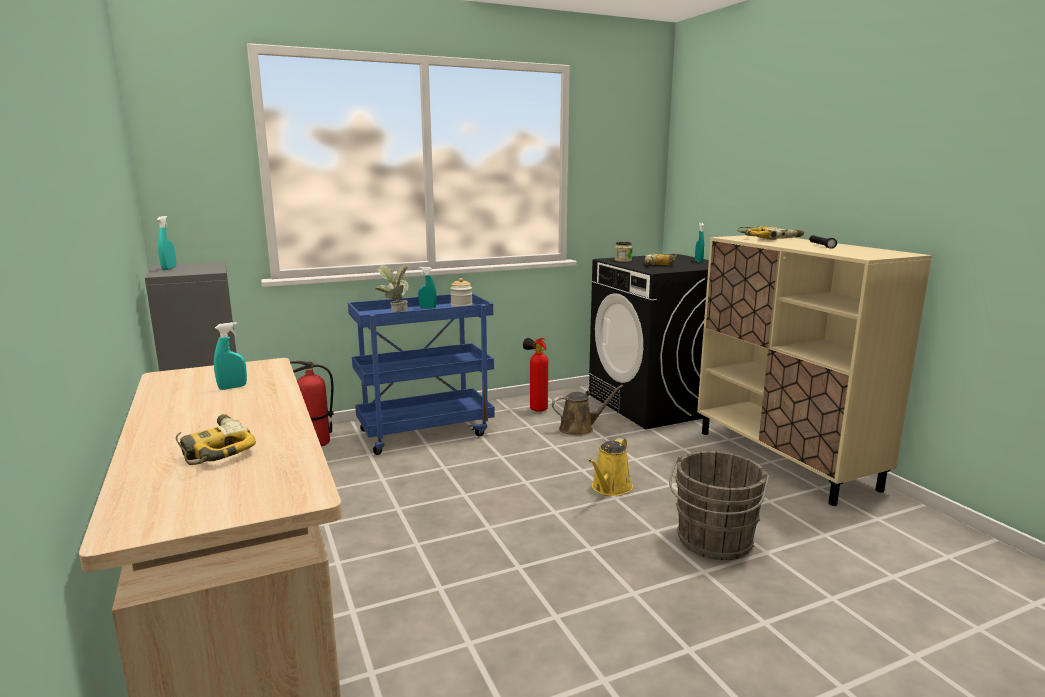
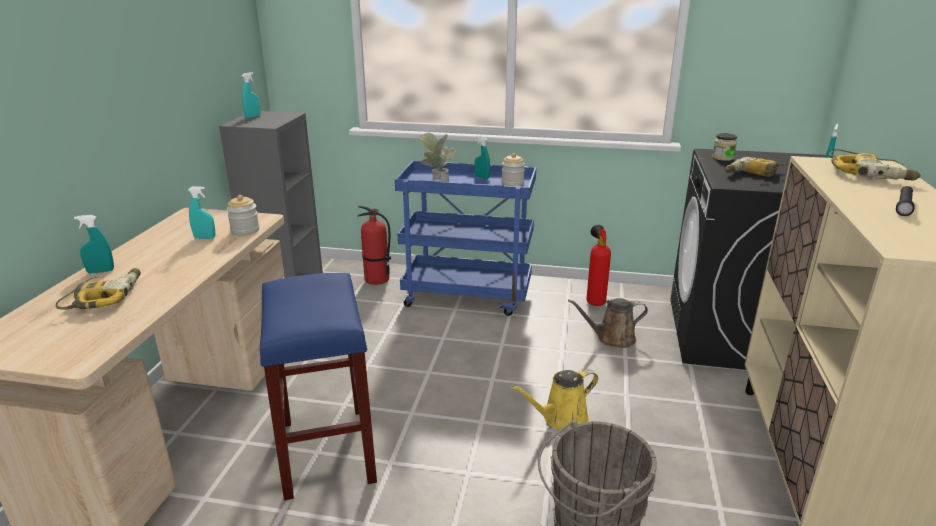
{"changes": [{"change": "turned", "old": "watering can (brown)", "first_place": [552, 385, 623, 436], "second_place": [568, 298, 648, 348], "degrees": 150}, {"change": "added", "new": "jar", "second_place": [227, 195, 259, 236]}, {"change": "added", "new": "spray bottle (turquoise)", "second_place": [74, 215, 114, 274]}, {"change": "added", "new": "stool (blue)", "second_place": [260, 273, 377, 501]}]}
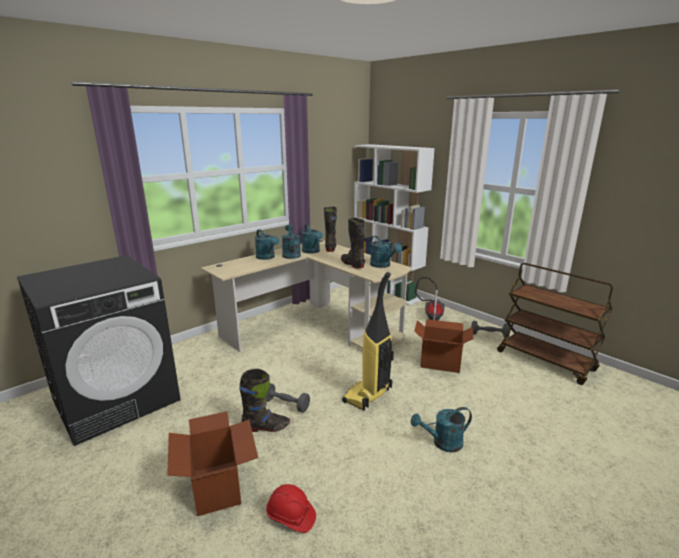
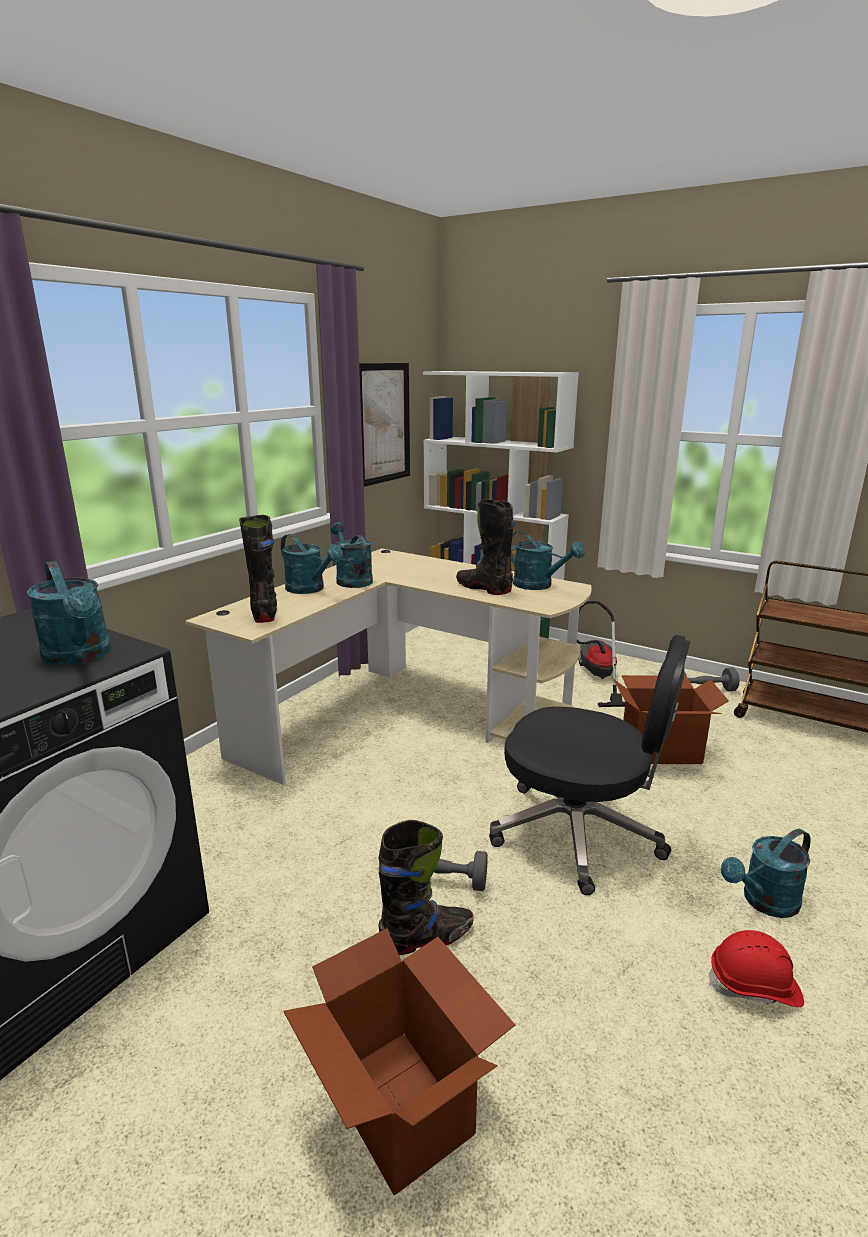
{"changes": [{"change": "moved", "old": "boot (black)", "first_place": [324, 207, 337, 252], "second_place": [239, 515, 277, 623]}, {"change": "moved", "old": "watering can (turquoise)", "first_place": [302, 224, 323, 253], "second_place": [27, 561, 111, 665]}, {"change": "replaced", "old": "vacuum cleaner", "new": "office chair (black)", "first_place": [342, 272, 394, 411], "second_place": [489, 635, 691, 895]}, {"change": "moved", "old": "hard hat (red)", "first_place": [266, 484, 316, 533], "second_place": [709, 930, 804, 1007]}, {"change": "added", "new": "picture", "second_place": [359, 363, 410, 487]}]}
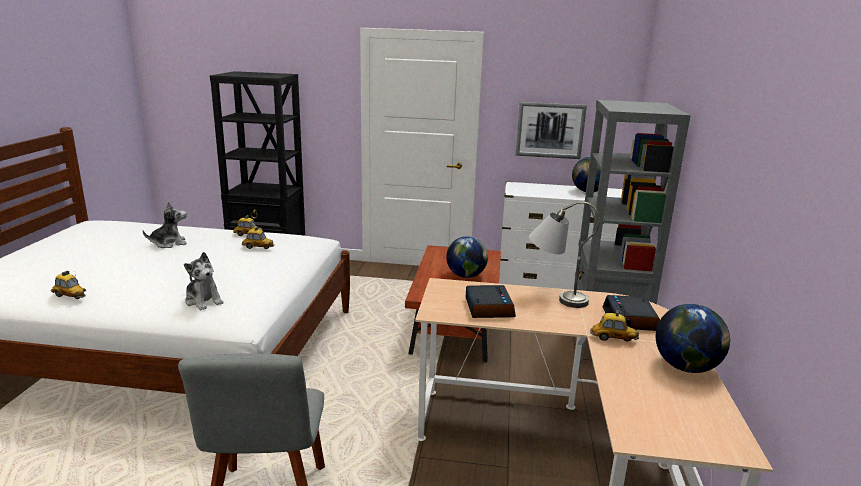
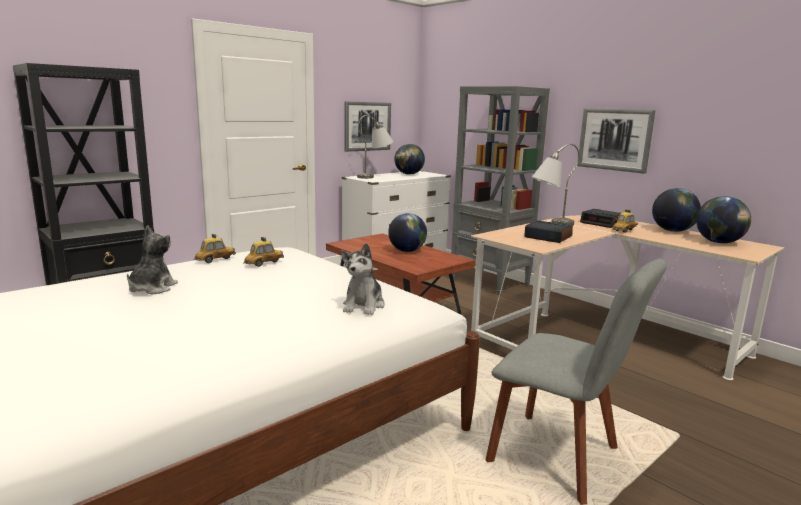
{"changes": [{"change": "turned", "old": "plush toy", "first_place": [184, 252, 223, 310], "second_place": [341, 243, 385, 315], "degrees": 105}, {"change": "removed", "old": "toy car", "first_place": [51, 271, 86, 299]}, {"change": "added", "new": "picture", "second_place": [577, 108, 655, 174]}, {"change": "added", "new": "table lamp (grey)", "second_place": [357, 115, 393, 179]}, {"change": "added", "new": "globe", "second_place": [696, 196, 751, 243]}]}
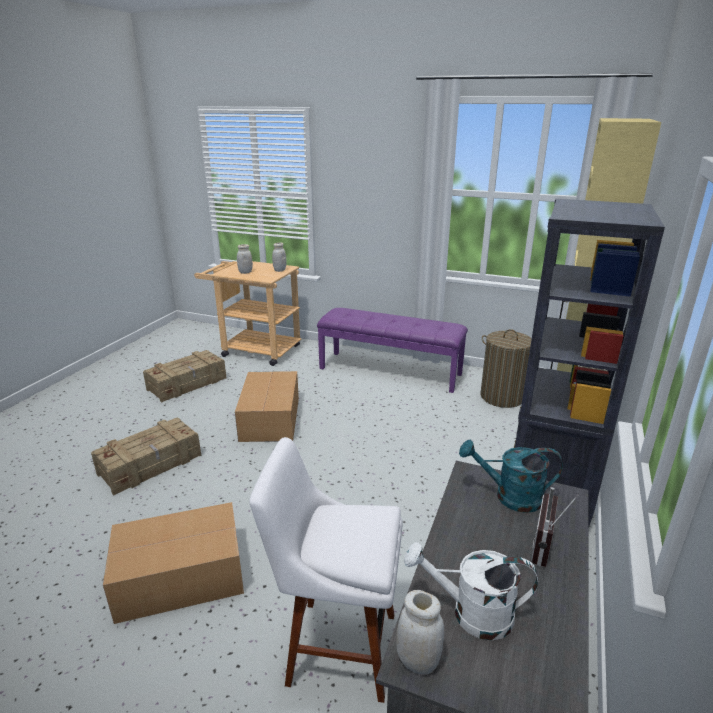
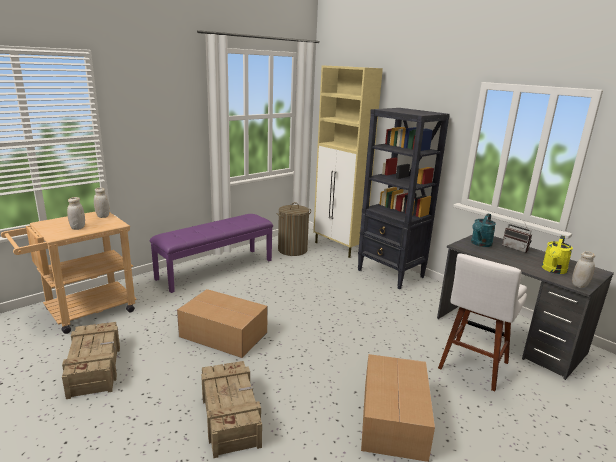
{"changes": [{"change": "recoloured", "old": "watering can (white)", "new": "watering can (yellow)", "first_place": [404, 542, 538, 641], "second_place": [542, 235, 573, 274]}]}
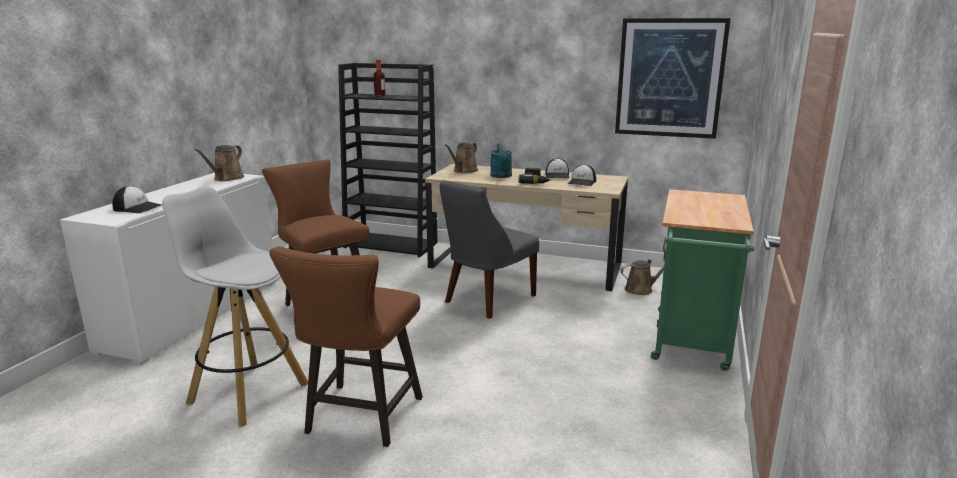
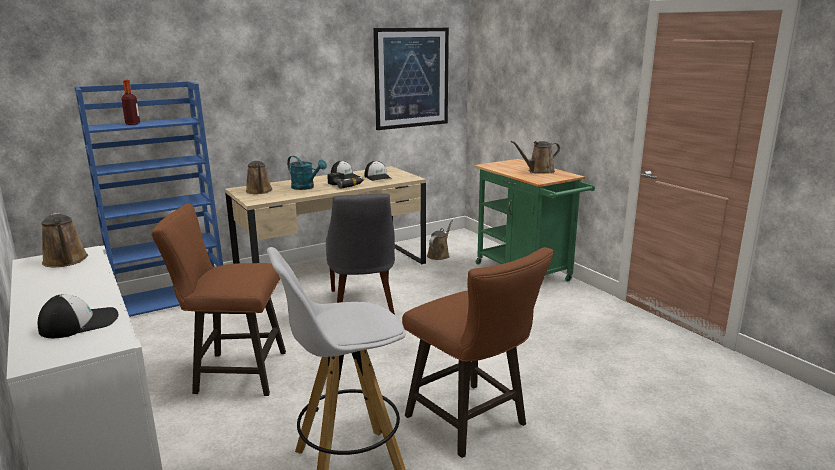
{"changes": [{"change": "recoloured", "old": "bookcase (black)", "new": "bookcase (blue)", "first_place": [338, 63, 437, 257], "second_place": [75, 81, 223, 317]}, {"change": "added", "new": "watering can (brown)", "second_place": [511, 141, 560, 174]}]}
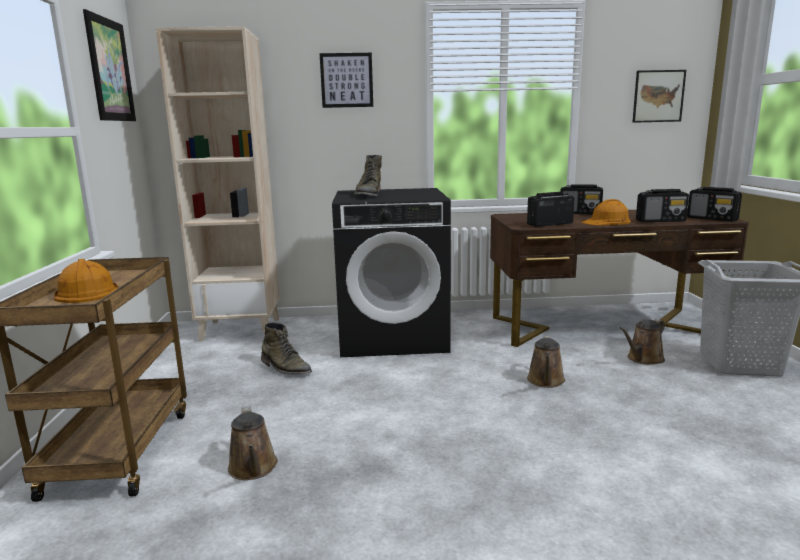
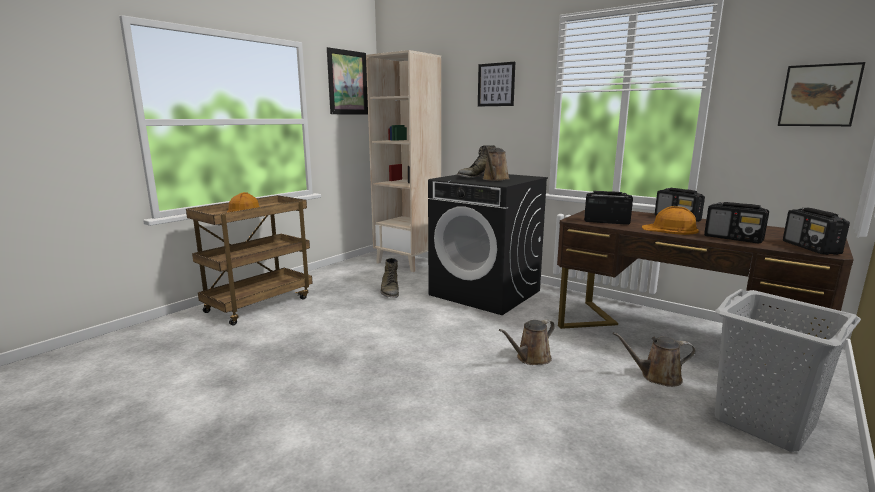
{"changes": [{"change": "moved", "old": "watering can (brown)", "first_place": [228, 406, 278, 480], "second_place": [483, 146, 510, 181]}]}
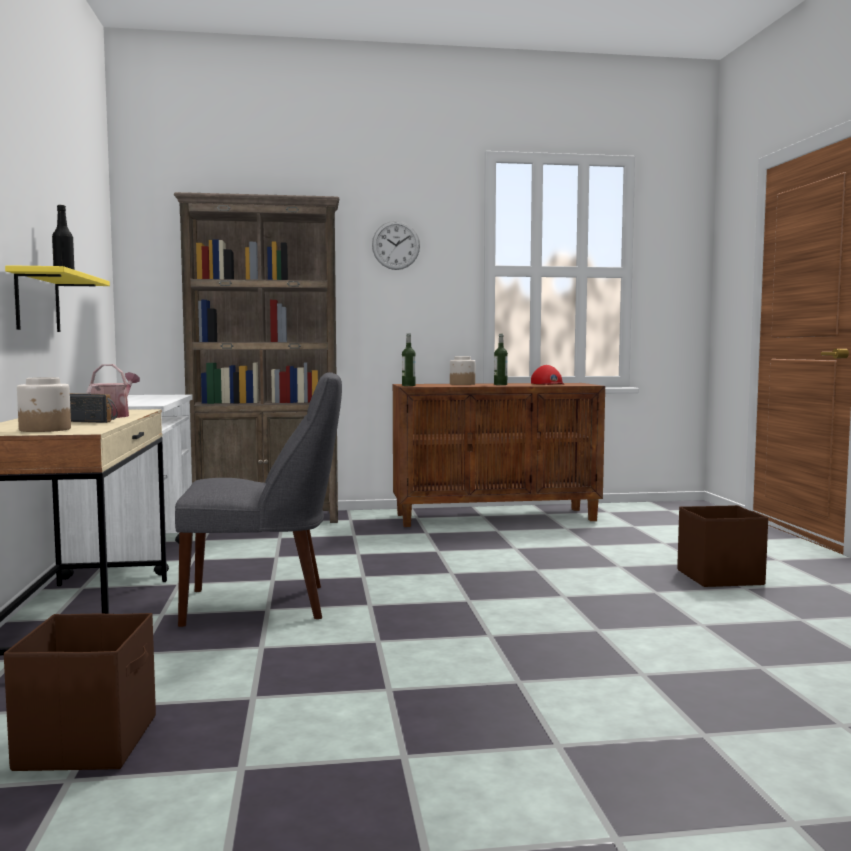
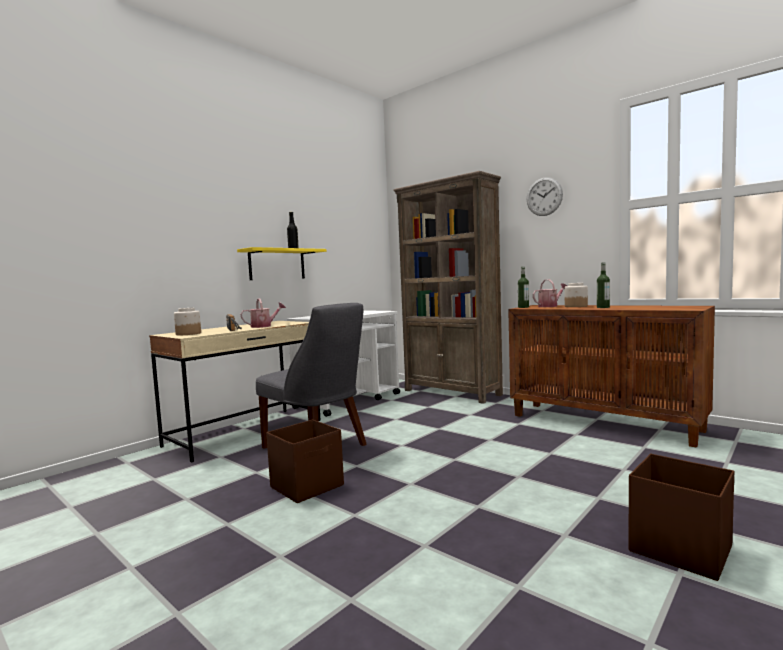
{"changes": [{"change": "removed", "old": "cap (red)", "first_place": [531, 365, 564, 385]}, {"change": "moved", "old": "storage box (brown)", "first_place": [4, 613, 156, 771], "second_place": [266, 420, 344, 503]}, {"change": "added", "new": "watering can", "second_place": [533, 279, 567, 307]}]}
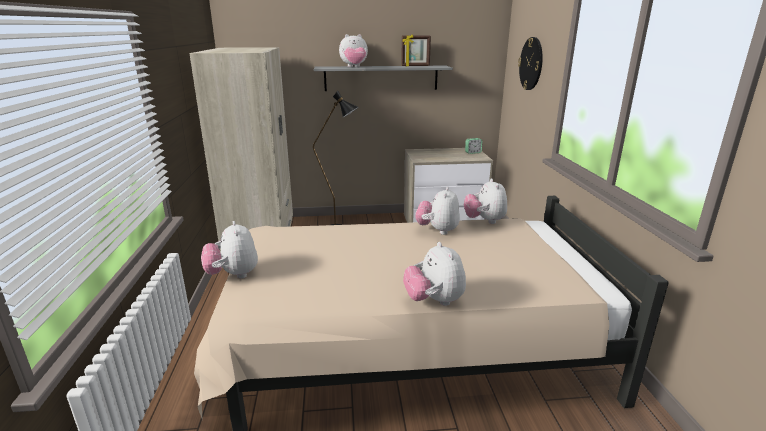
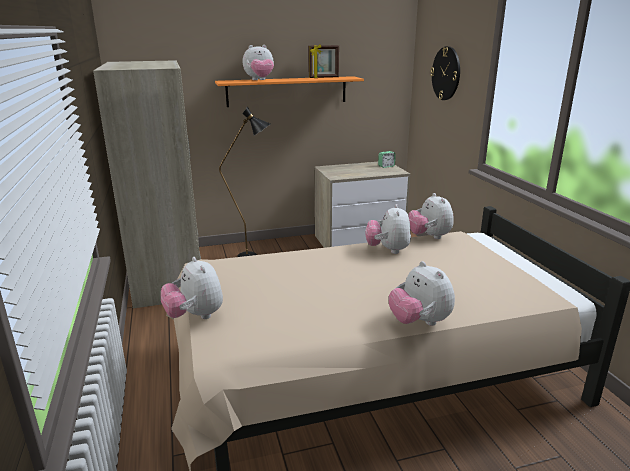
{"changes": [{"change": "recoloured", "old": "shelf (grey)", "new": "shelf (orange)", "first_place": [314, 66, 453, 91], "second_place": [215, 76, 364, 107]}]}
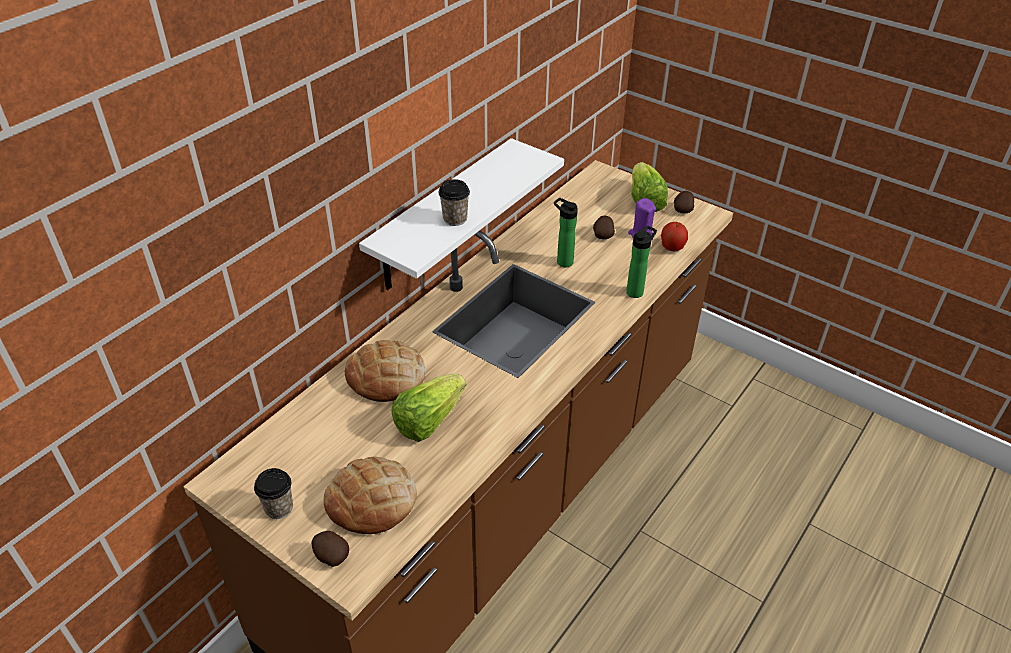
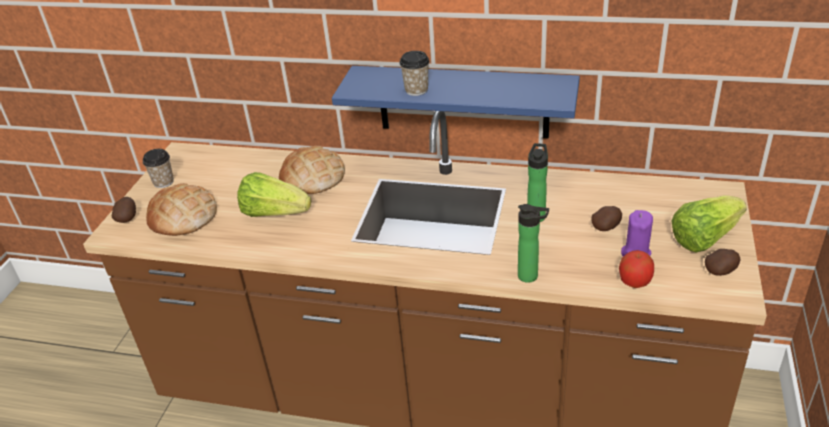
{"changes": [{"change": "recoloured", "old": "shelf (white)", "new": "shelf (blue)", "first_place": [359, 138, 564, 290], "second_place": [332, 66, 580, 139]}]}
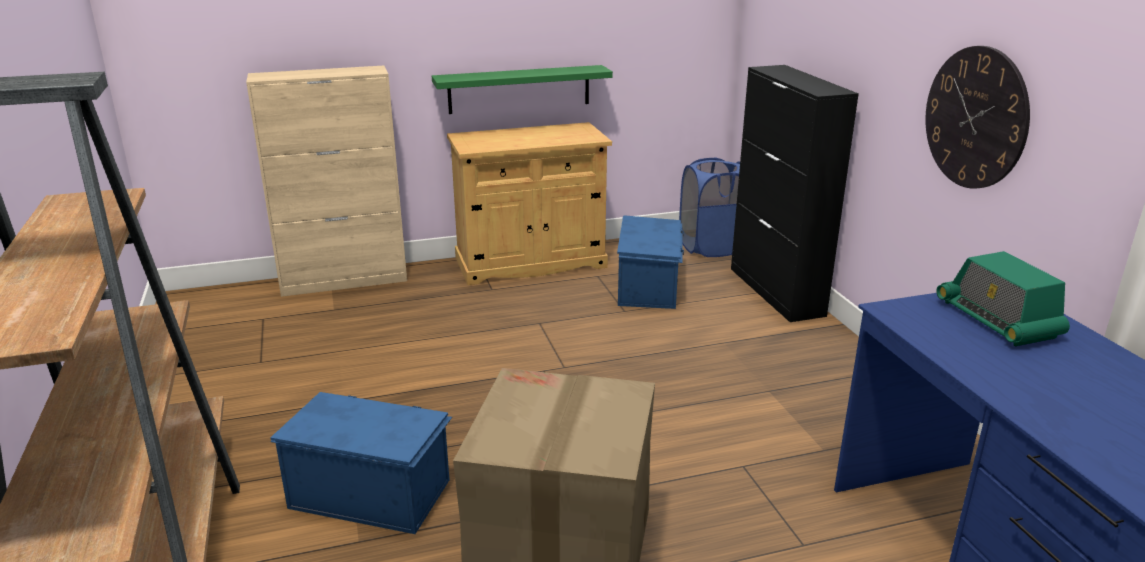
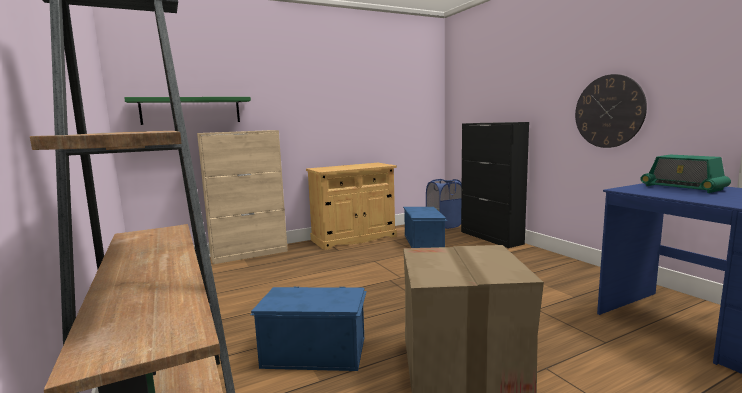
{"changes": [{"change": "moved", "old": "shelf (green)", "first_place": [432, 65, 613, 114], "second_place": [124, 97, 251, 125]}]}
